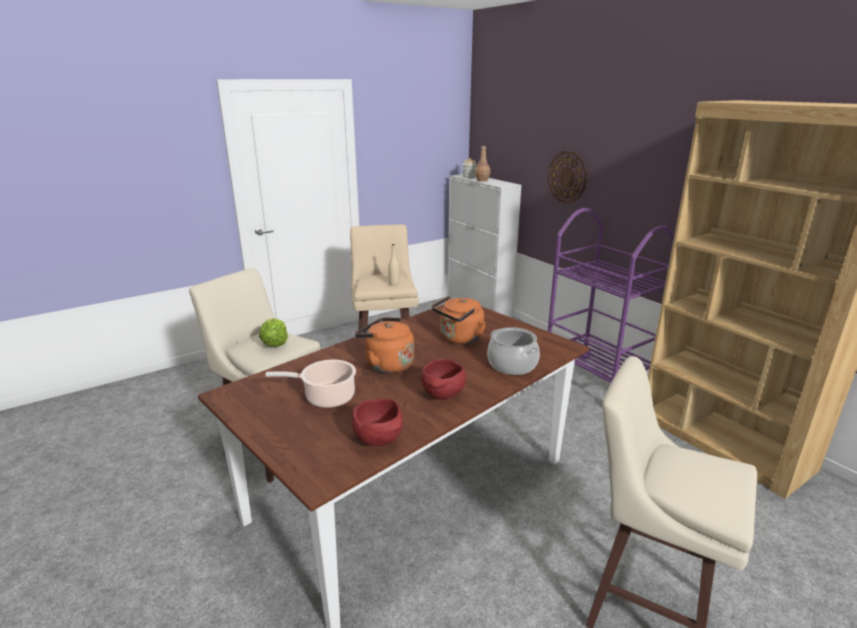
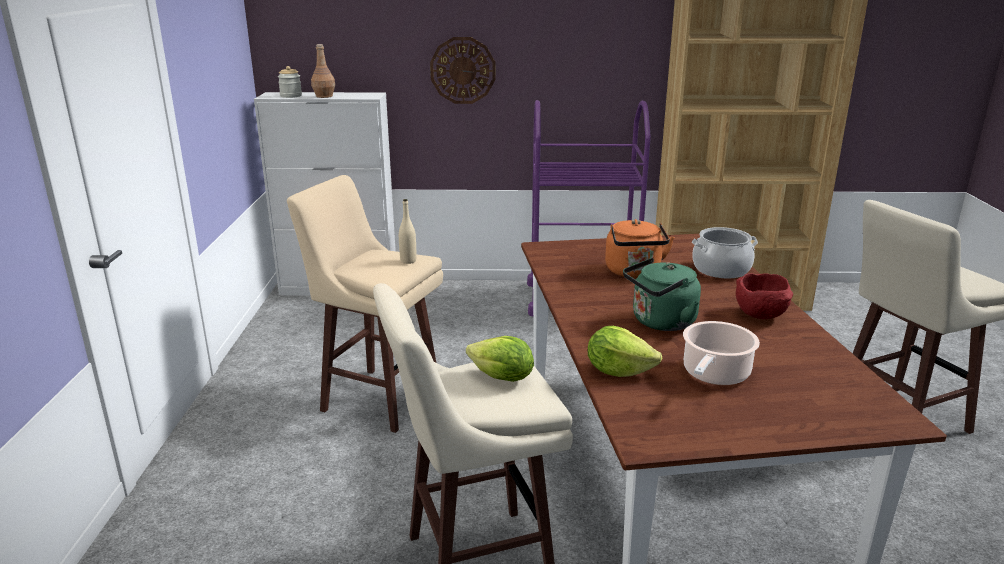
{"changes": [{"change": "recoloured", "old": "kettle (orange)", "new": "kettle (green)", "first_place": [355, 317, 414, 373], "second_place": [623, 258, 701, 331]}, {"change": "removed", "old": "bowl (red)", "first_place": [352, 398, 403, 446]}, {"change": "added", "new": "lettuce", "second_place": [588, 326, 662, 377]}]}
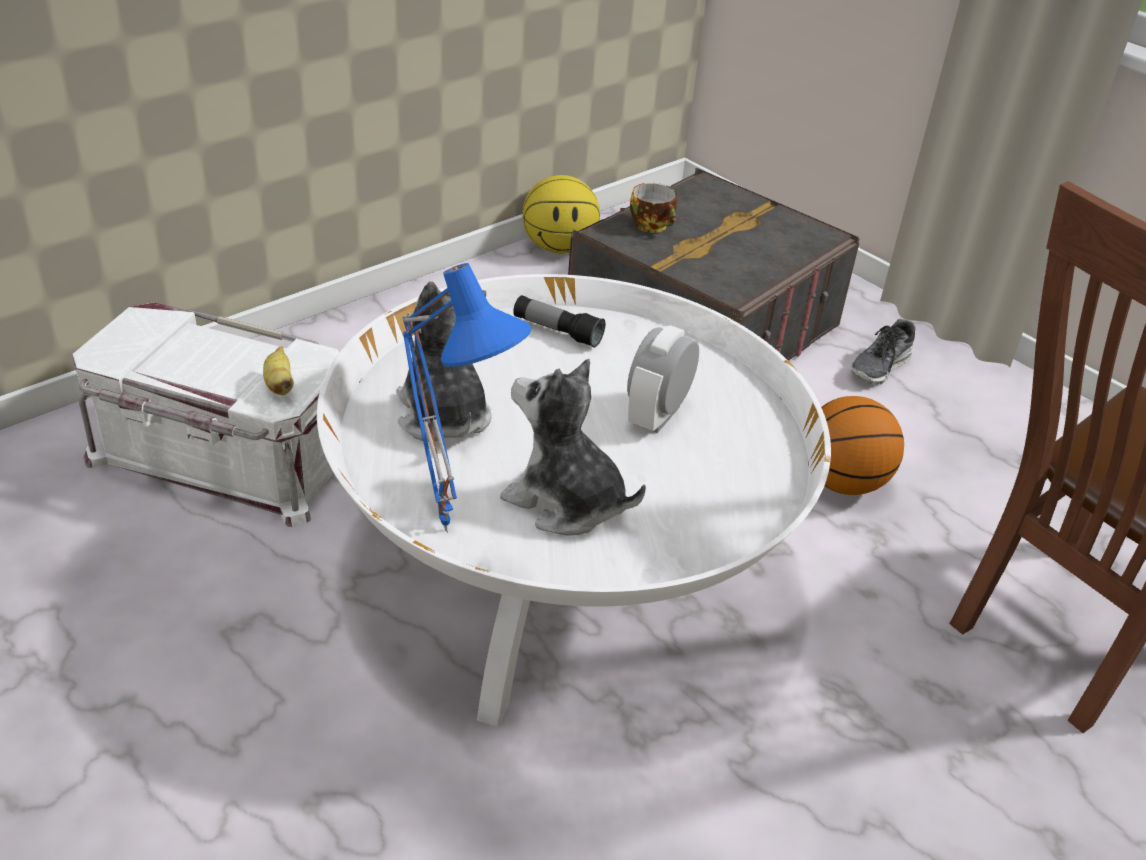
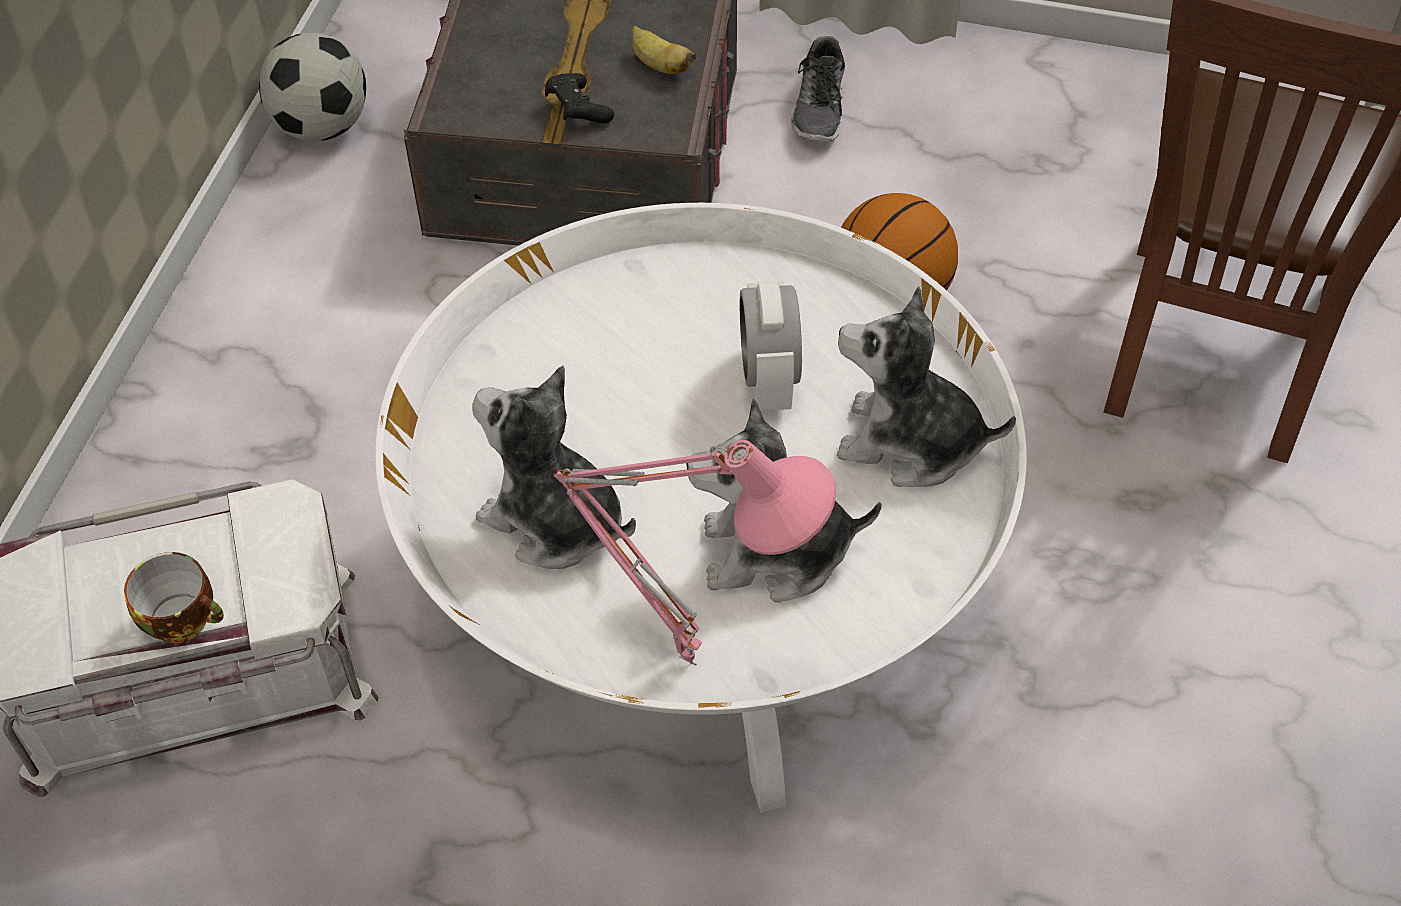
{"changes": [{"change": "replaced", "old": "basketball", "new": "football", "first_place": [522, 175, 600, 254], "second_place": [259, 33, 366, 141]}, {"change": "moved", "old": "cup", "first_place": [630, 183, 677, 233], "second_place": [124, 552, 224, 643]}, {"change": "recoloured", "old": "table lamp (blue)", "new": "table lamp (pink)", "first_place": [402, 263, 531, 533], "second_place": [554, 440, 836, 666]}, {"change": "removed", "old": "flashlight", "first_place": [513, 295, 605, 348]}, {"change": "moved", "old": "banana", "first_place": [263, 346, 294, 395], "second_place": [632, 26, 696, 74]}, {"change": "added", "new": "game controller (black)", "second_place": [545, 73, 614, 124]}, {"change": "added", "new": "plush toy", "second_place": [837, 286, 1016, 487]}]}
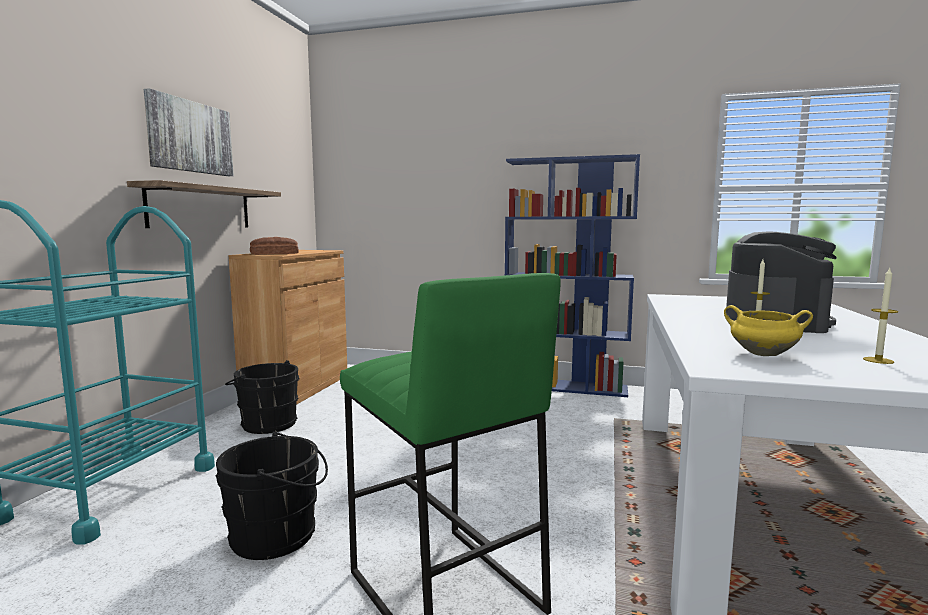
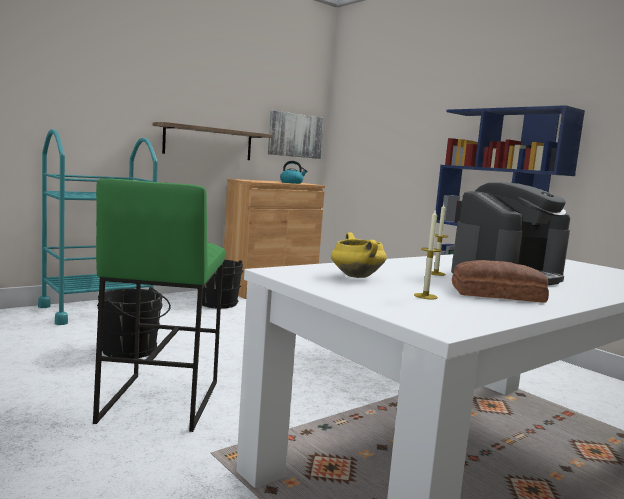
{"changes": [{"change": "moved", "old": "picture", "first_place": [144, 88, 234, 176], "second_place": [268, 110, 324, 159]}, {"change": "moved", "old": "bread", "first_place": [250, 237, 299, 255], "second_place": [452, 260, 549, 303]}, {"change": "added", "new": "kettle", "second_place": [280, 161, 307, 184]}]}
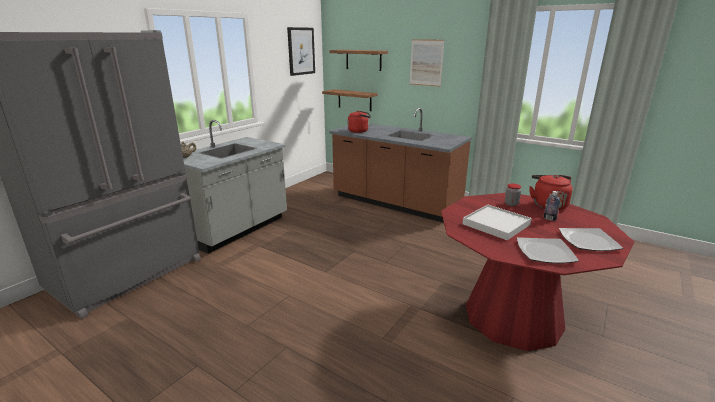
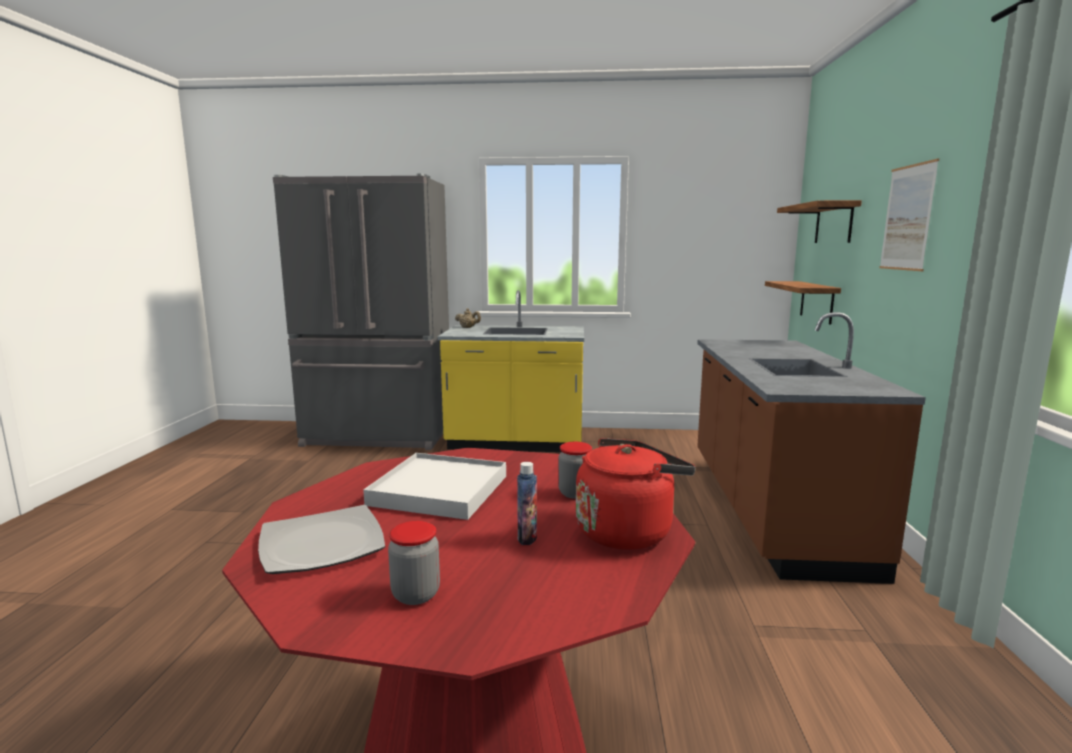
{"changes": [{"change": "removed", "old": "picture", "first_place": [287, 27, 315, 76]}, {"change": "removed", "old": "kettle (red)", "first_place": [348, 110, 371, 133]}, {"change": "recoloured", "old": "counter (grey)", "new": "counter (yellow)", "first_place": [183, 120, 287, 254], "second_place": [438, 290, 584, 452]}, {"change": "replaced", "old": "plate", "new": "jar", "first_place": [559, 228, 623, 251], "second_place": [388, 521, 440, 605]}]}
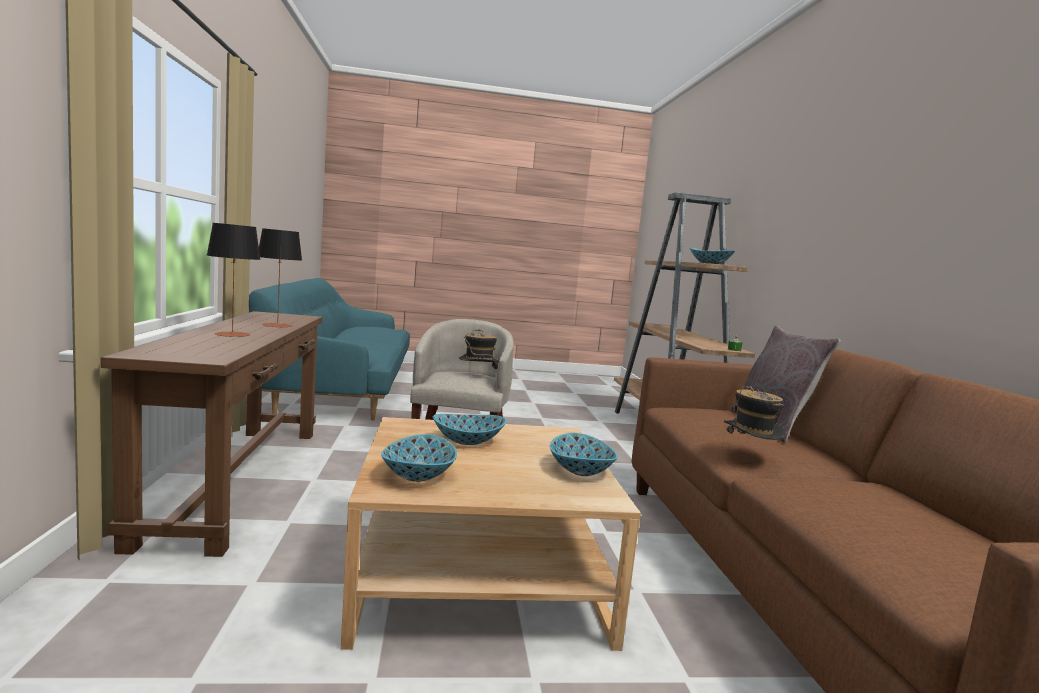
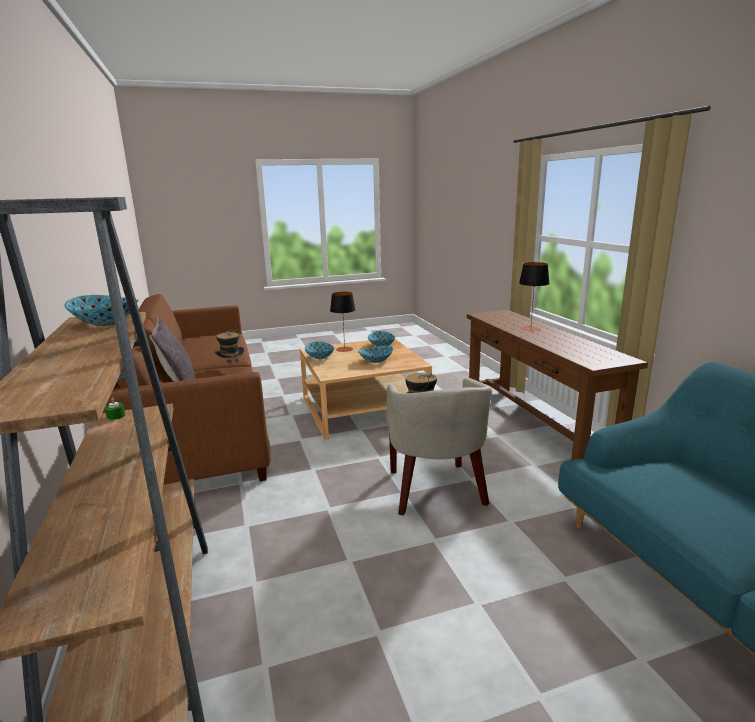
{"changes": [{"change": "moved", "old": "table lamp", "first_place": [259, 228, 302, 328], "second_place": [330, 292, 356, 352]}]}
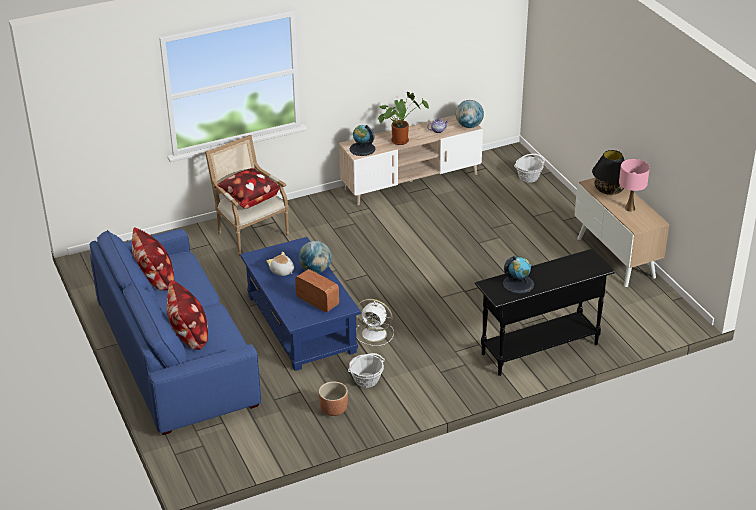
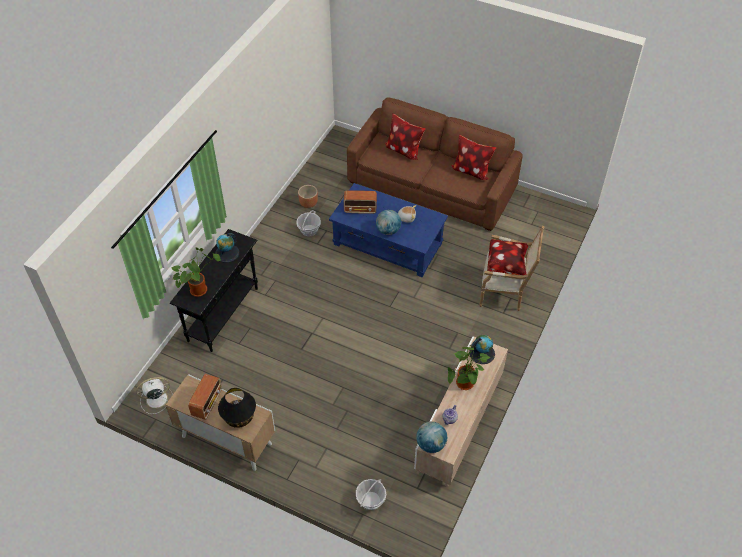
{"changes": [{"change": "replaced", "old": "table lamp (pink)", "new": "radio", "first_place": [619, 159, 650, 212], "second_place": [188, 374, 222, 420]}, {"change": "recoloured", "old": "sofa (blue)", "new": "sofa (brown)", "first_place": [89, 229, 261, 435], "second_place": [347, 97, 523, 231]}, {"change": "moved", "old": "fan (white)", "first_place": [356, 299, 394, 346], "second_place": [136, 377, 173, 414]}, {"change": "added", "new": "potted plant", "second_place": [171, 247, 221, 297]}]}
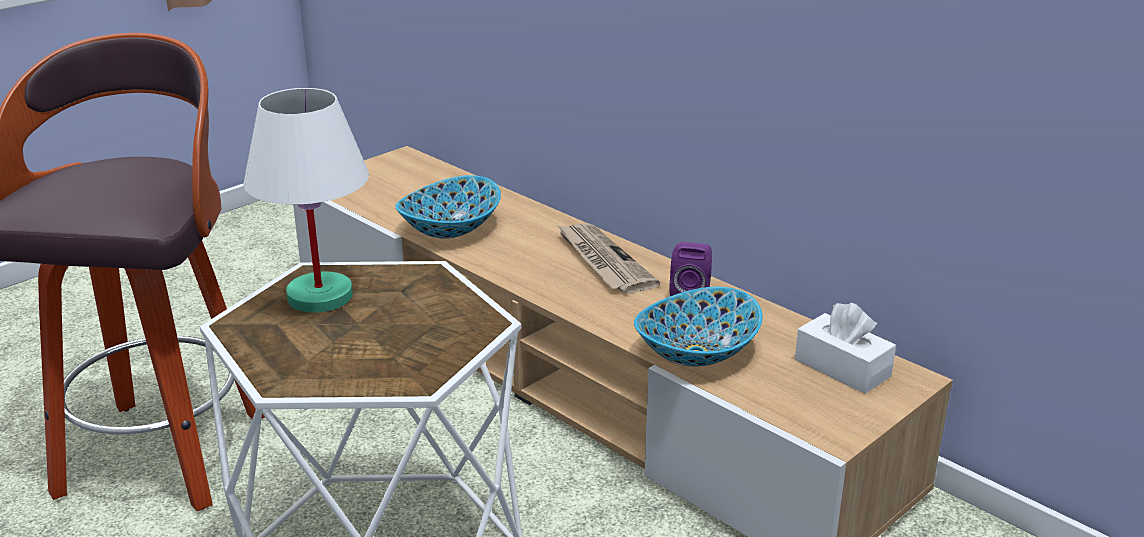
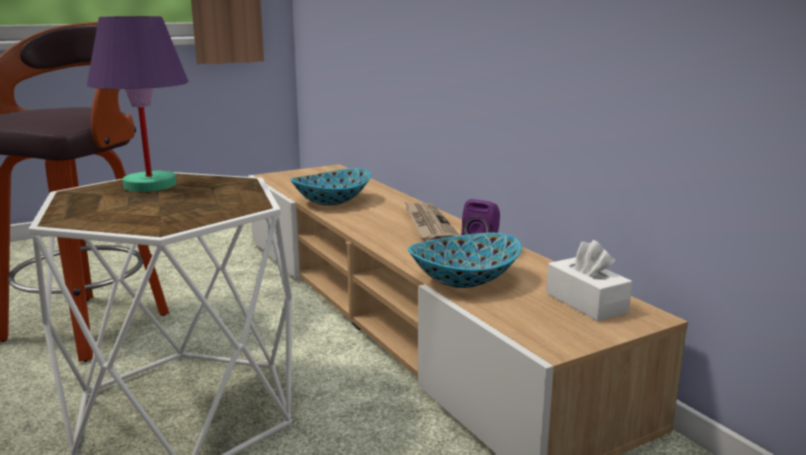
{"changes": [{"change": "recoloured", "old": "table lamp (white)", "new": "table lamp (purple)", "first_place": [243, 88, 369, 313], "second_place": [87, 16, 188, 192]}]}
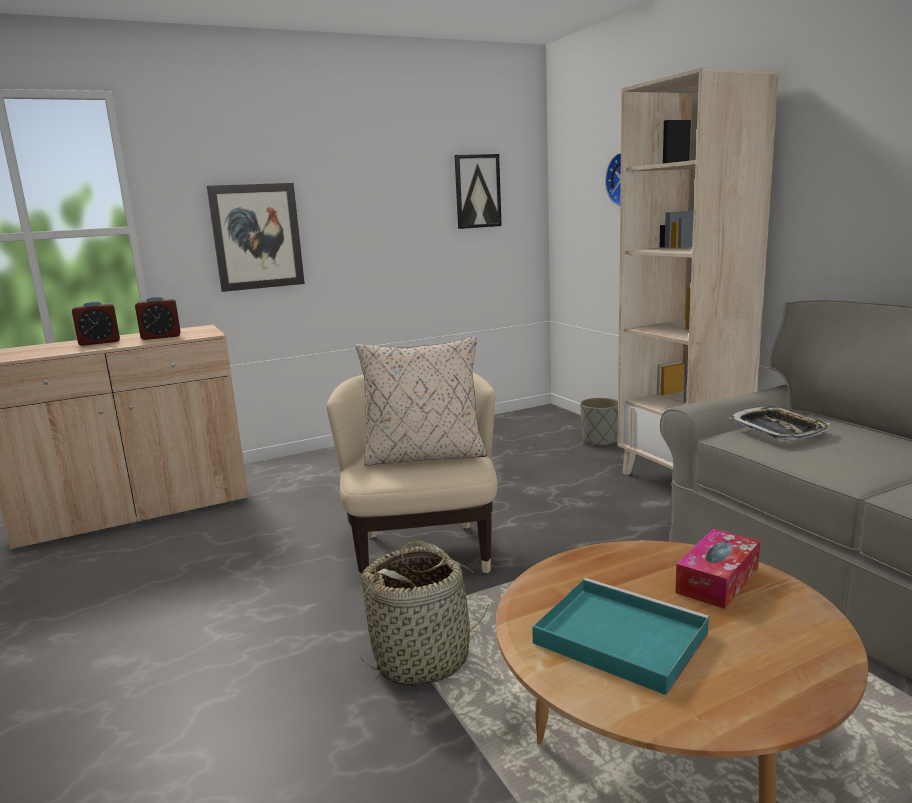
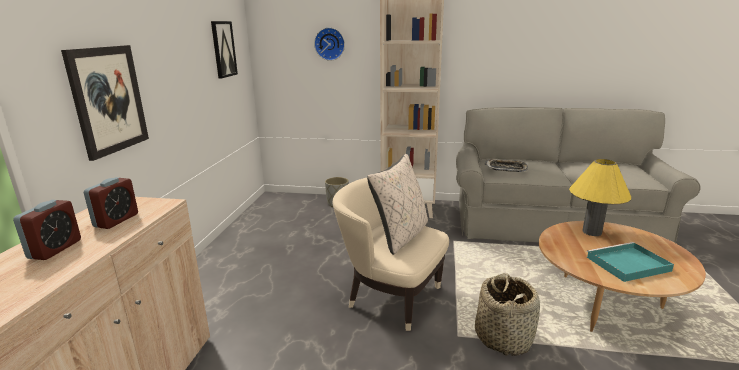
{"changes": [{"change": "replaced", "old": "tissue box", "new": "table lamp (yellow)", "first_place": [675, 529, 760, 609], "second_place": [569, 159, 631, 236]}]}
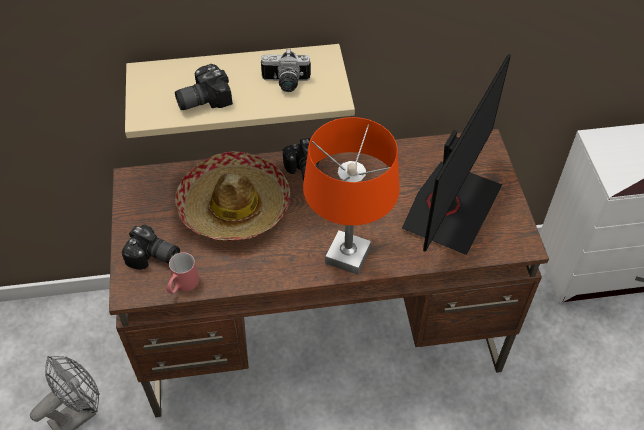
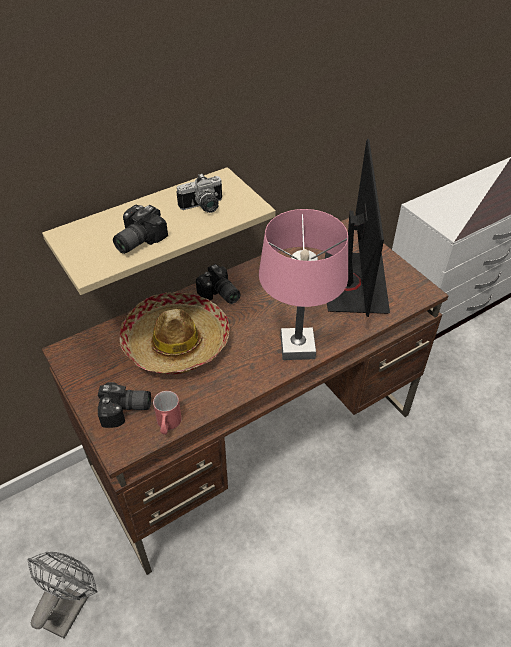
{"changes": [{"change": "recoloured", "old": "table lamp (orange)", "new": "table lamp (pink)", "first_place": [303, 117, 400, 275], "second_place": [259, 209, 348, 360]}]}
